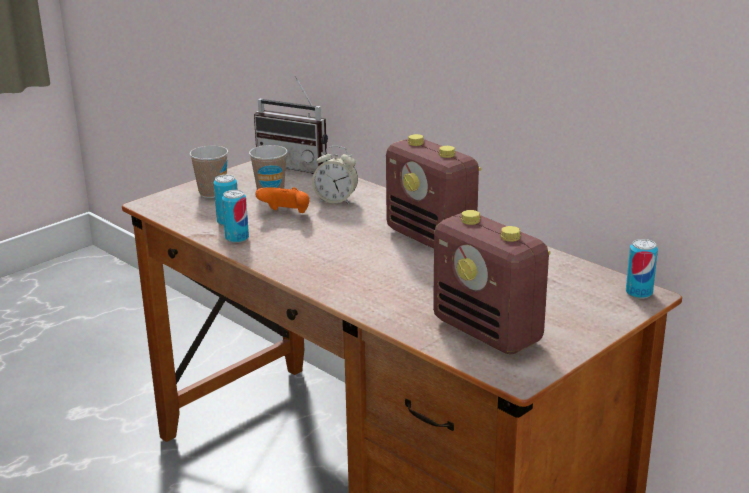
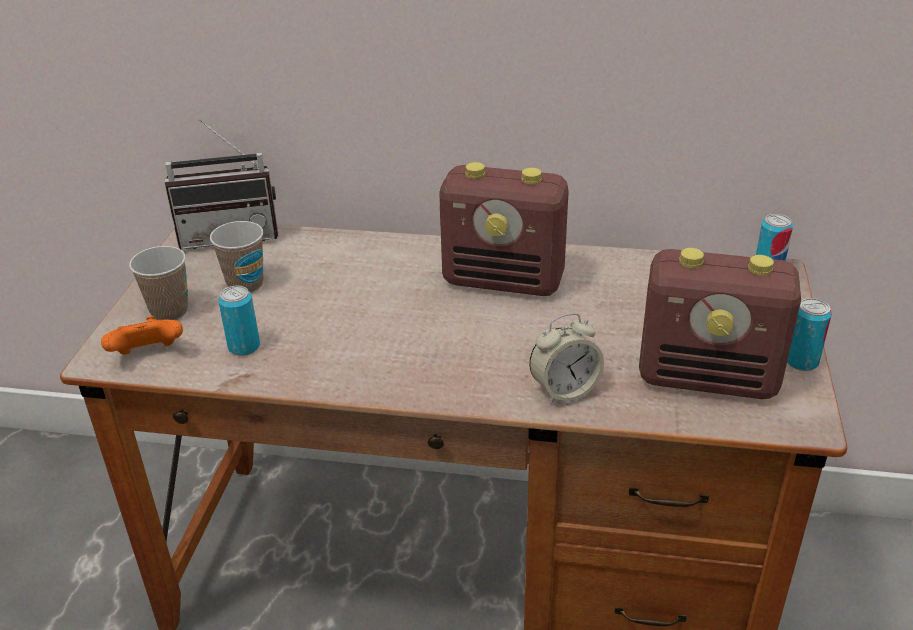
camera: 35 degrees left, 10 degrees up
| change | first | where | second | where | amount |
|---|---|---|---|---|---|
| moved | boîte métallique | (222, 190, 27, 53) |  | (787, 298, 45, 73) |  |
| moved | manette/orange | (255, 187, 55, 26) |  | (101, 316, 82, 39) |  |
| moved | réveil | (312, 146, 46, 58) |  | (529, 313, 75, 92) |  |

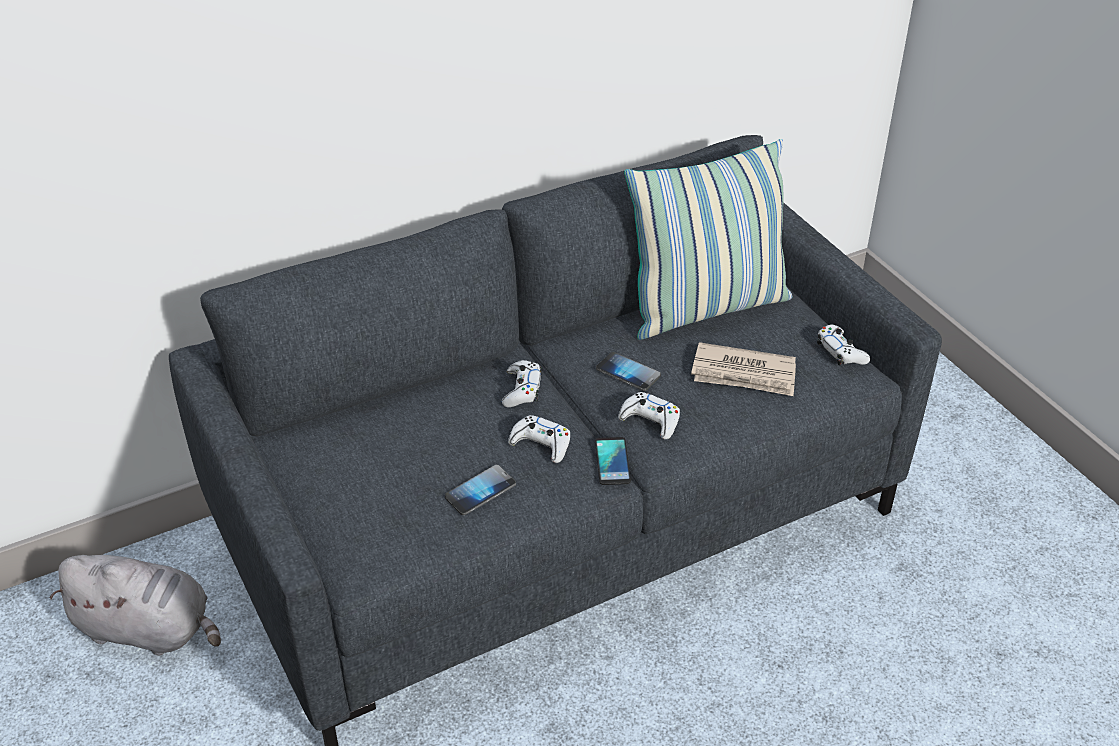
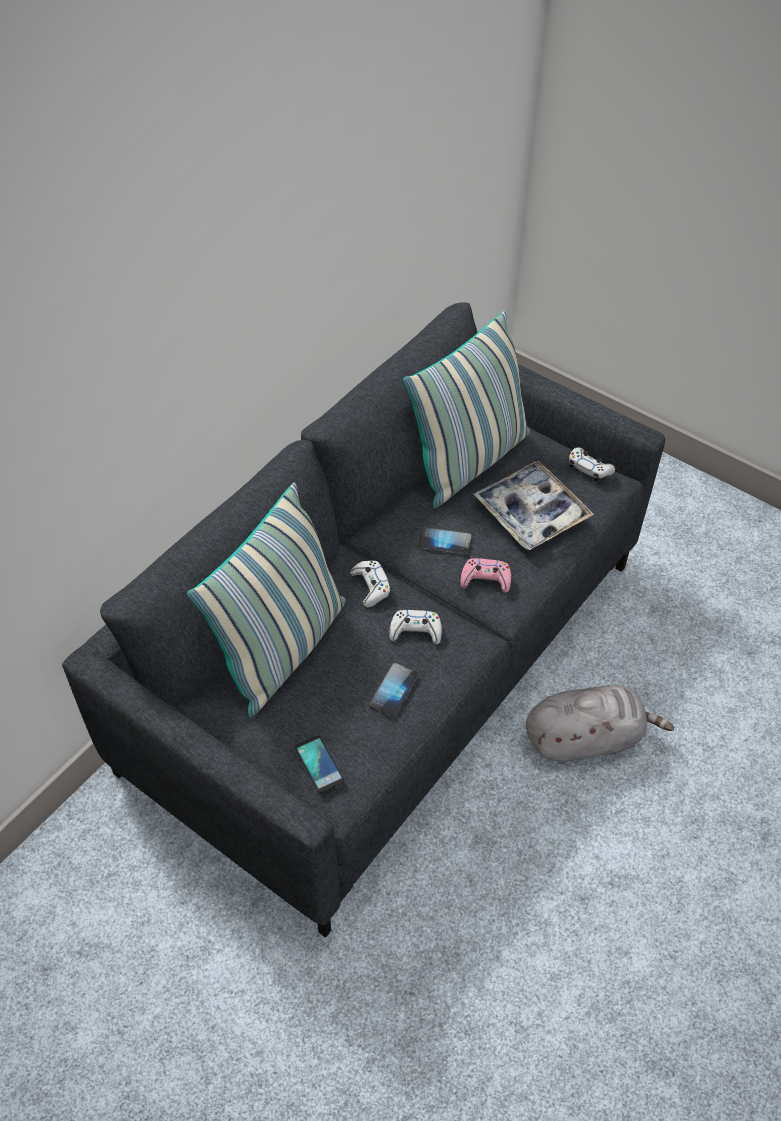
camera: 25 degrees left, 10 degrees up
| change | first | where | second | where | amount |
|---|---|---|---|---|---|
| added |  |  | coussin | (187, 482, 159, 236) |  |
| moved | peluche/gris | (49, 555, 172, 101) |  | (526, 685, 148, 79) |  |
| moved | téléphone | (595, 437, 36, 48) |  | (295, 735, 49, 58) |  |
| replaced | journal | (691, 342, 105, 54) | plateau | (473, 461, 121, 89) |  |
| recoloured | manette/blanc | (618, 392, 62, 48) | manette/rose | (460, 558, 51, 35) |  |

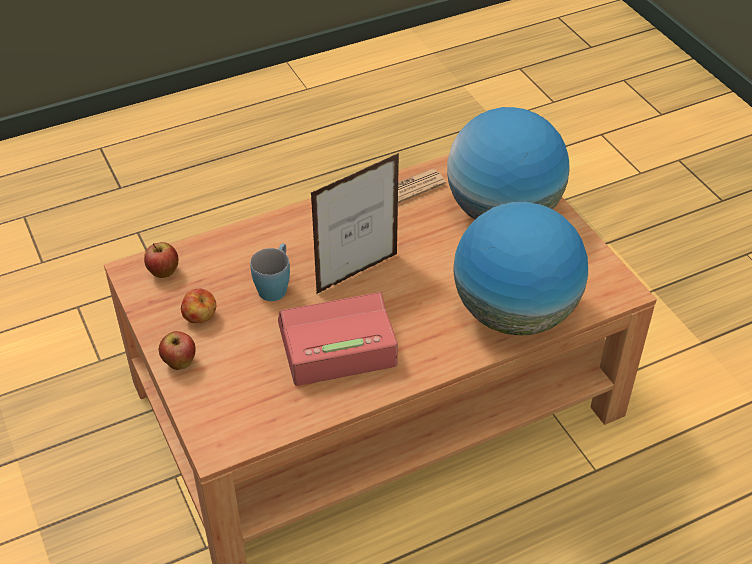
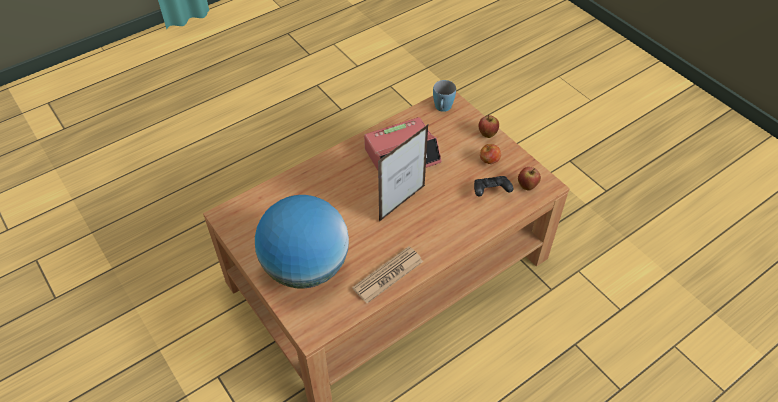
camera: 170 degrees right, 5 degrees up
| change | first | where | second | where | amount |
|---|---|---|---|---|---|
| removed | globe | (453, 202, 135, 133) |  |  |  |
| added |  |  | manette/noir | (474, 176, 39, 21) |  |
| moved | mug/bleu | (250, 244, 40, 57) |  | (433, 80, 23, 32) |  |

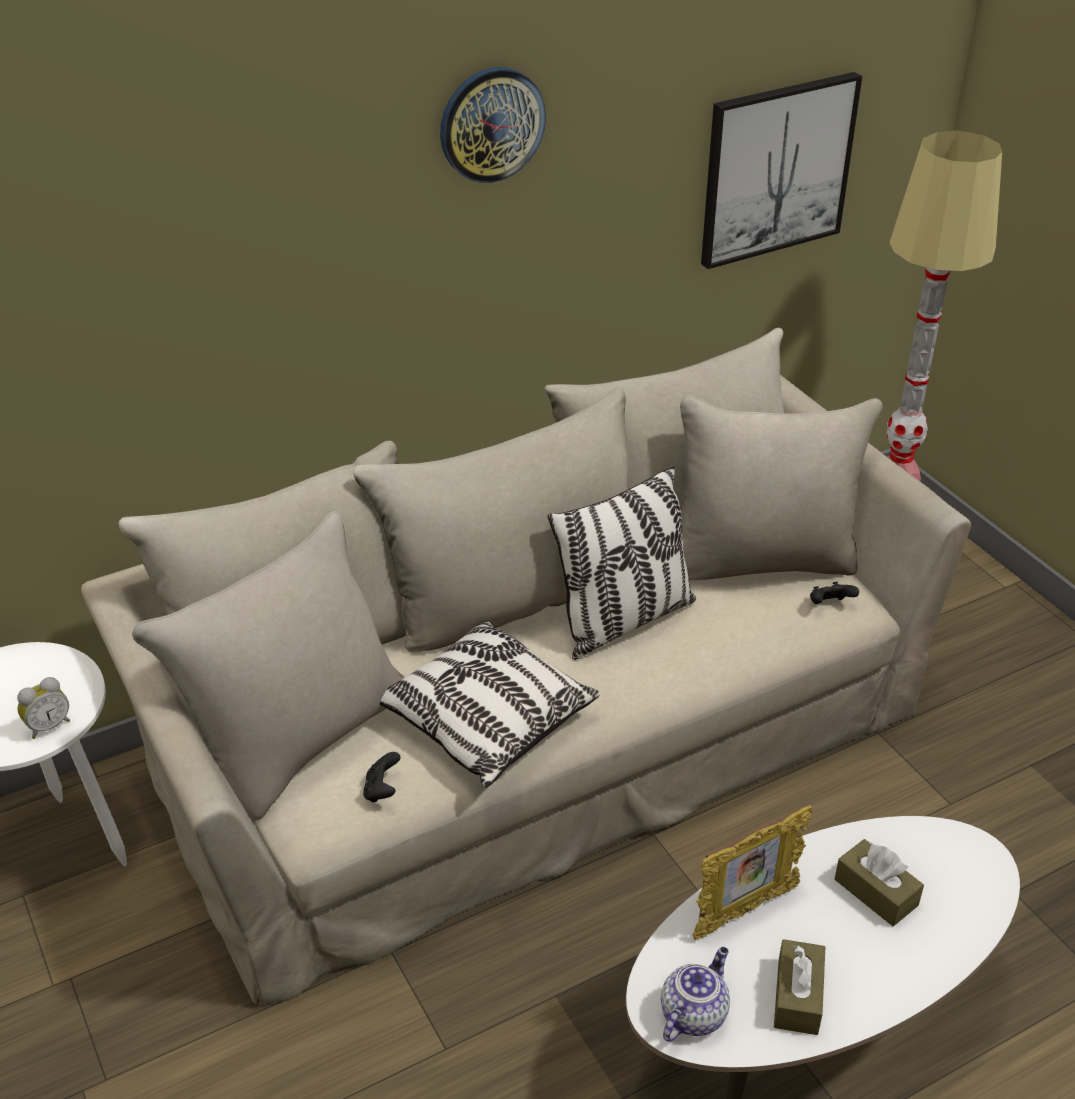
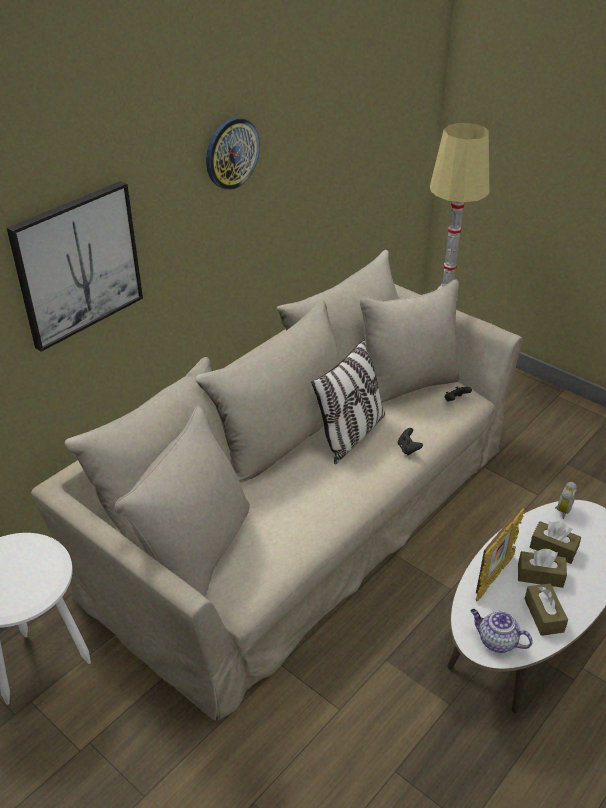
camera: 20 degrees left, 0 degrees up
| change | first | where | second | where | amount |
|---|---|---|---|---|---|
| removed | coussin | (380, 622, 220, 166) |  |  |  |
| added |  |  | boîte à mouchoirs/marron | (518, 549, 49, 39) |  |
| moved | réveil | (17, 677, 53, 62) |  | (555, 482, 22, 37) |  |
| moved | manette/noir | (363, 752, 37, 51) |  | (398, 428, 25, 27) |  |
| moved | tableau | (701, 72, 161, 197) |  | (7, 181, 136, 171) |  |
| turned | théière | (661, 947, 69, 95) |  | (471, 609, 62, 44) | 75 degrees counterclockwise |

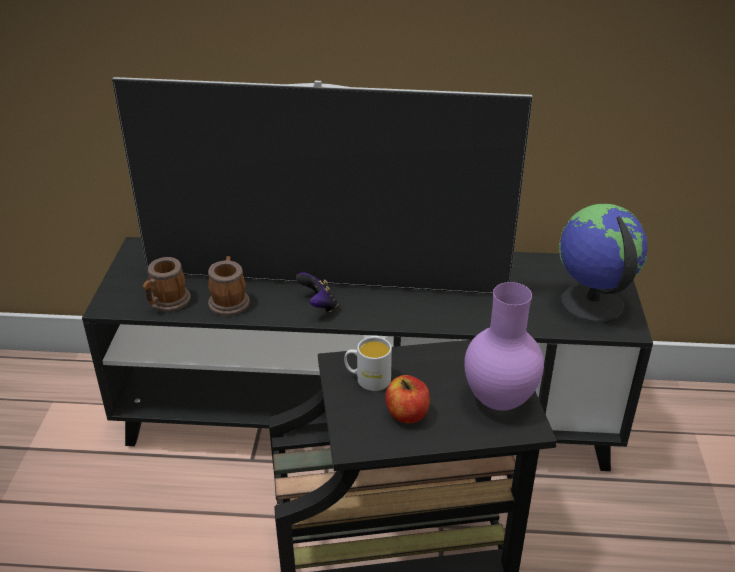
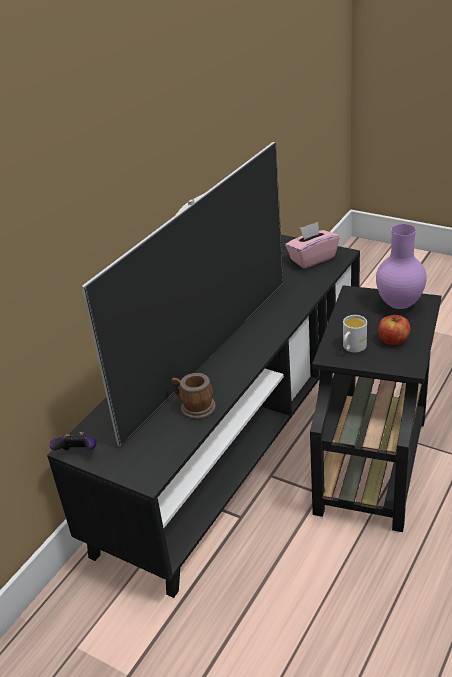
camera: 60 degrees left, 0 degrees up
| change | first | where | second | where | amount |
|---|---|---|---|---|---|
| removed | mug | (143, 257, 48, 55) |  |  |  |
| moved | manette | (296, 272, 42, 40) |  | (50, 432, 47, 18) |  |
| replaced | globe | (559, 204, 88, 121) | boîte à mouchoirs/rose | (285, 222, 55, 47) |  |

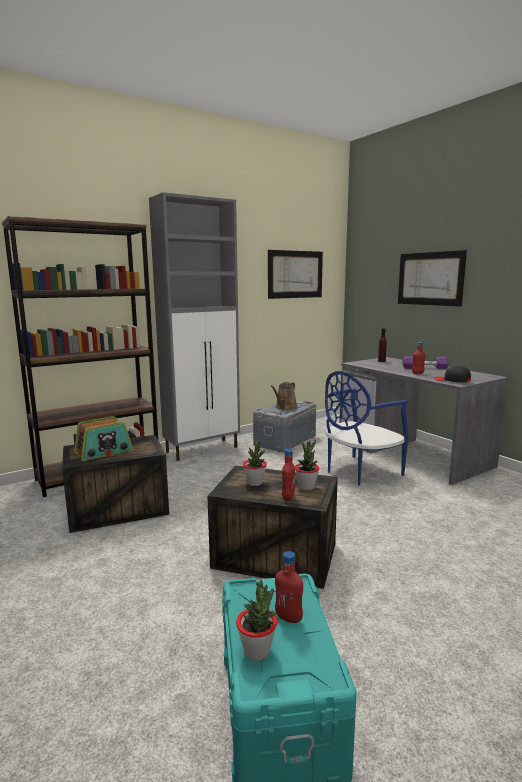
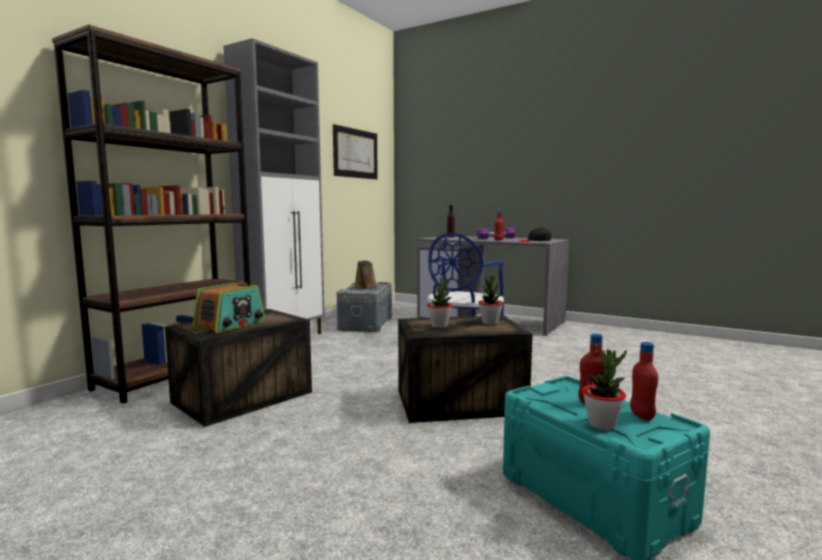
camera: 25 degrees left, 5 degrees down
| change | first | where | second | where | amount |
|---|---|---|---|---|---|
| removed | tableau | (398, 250, 69, 57) |  |  |  |
| moved | bouteille/rouge | (282, 449, 13, 51) |  | (630, 342, 28, 79) |  |

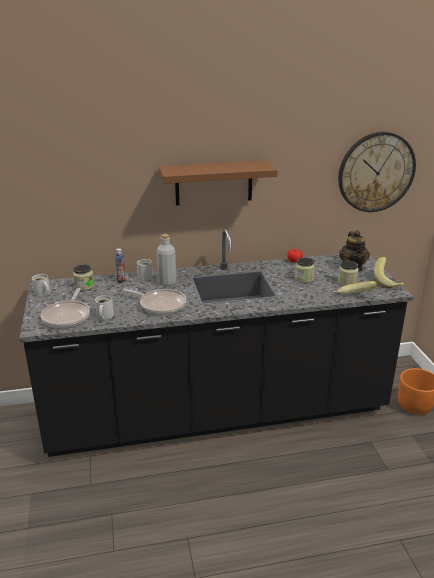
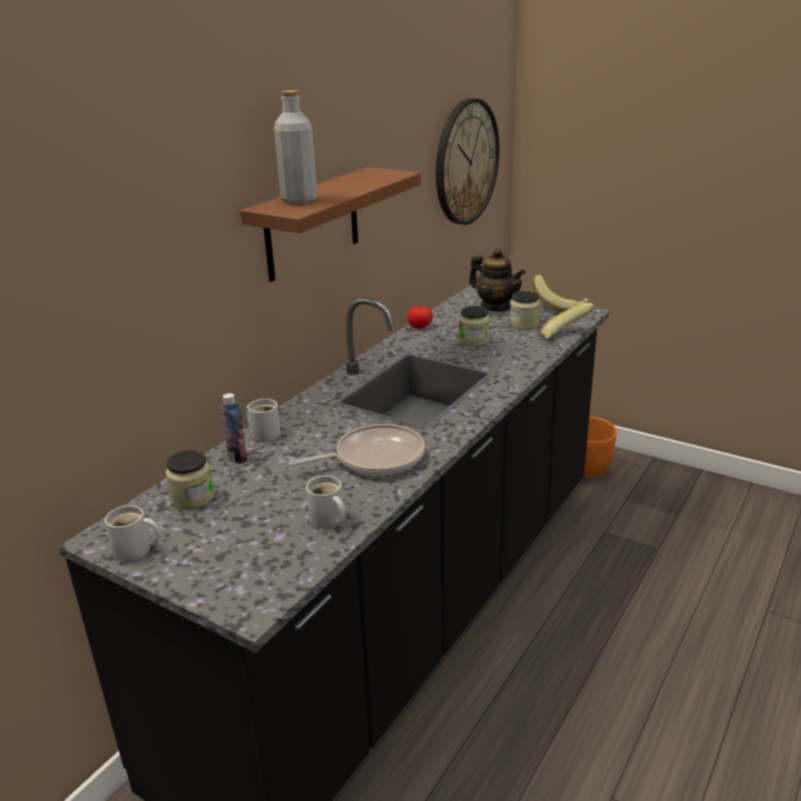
camera: 45 degrees left, 0 degrees up
| change | first | where | second | where | amount |
|---|---|---|---|---|---|
| removed | poêle | (41, 288, 49, 40) |  |  |  |
| moved | bouteille/gris | (156, 234, 20, 52) |  | (274, 90, 43, 114) |  |

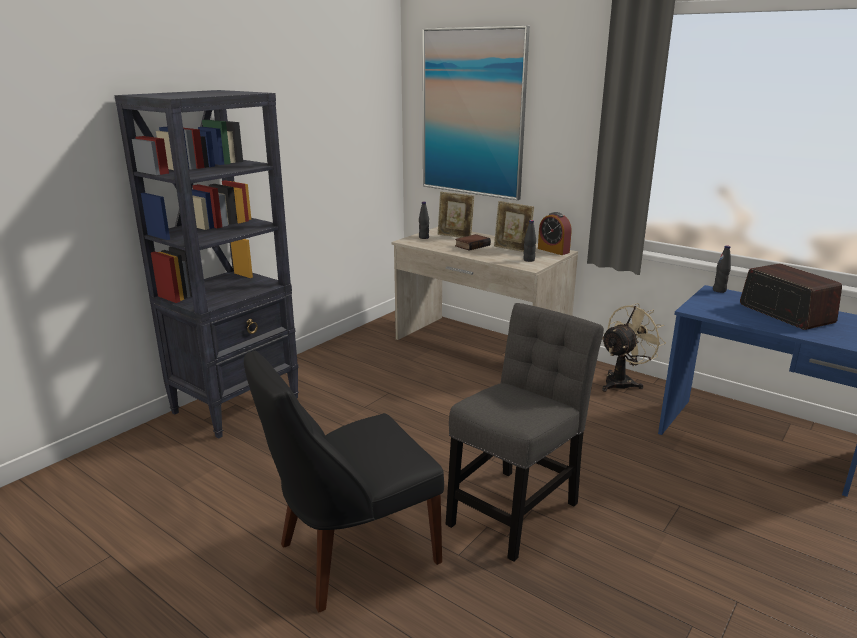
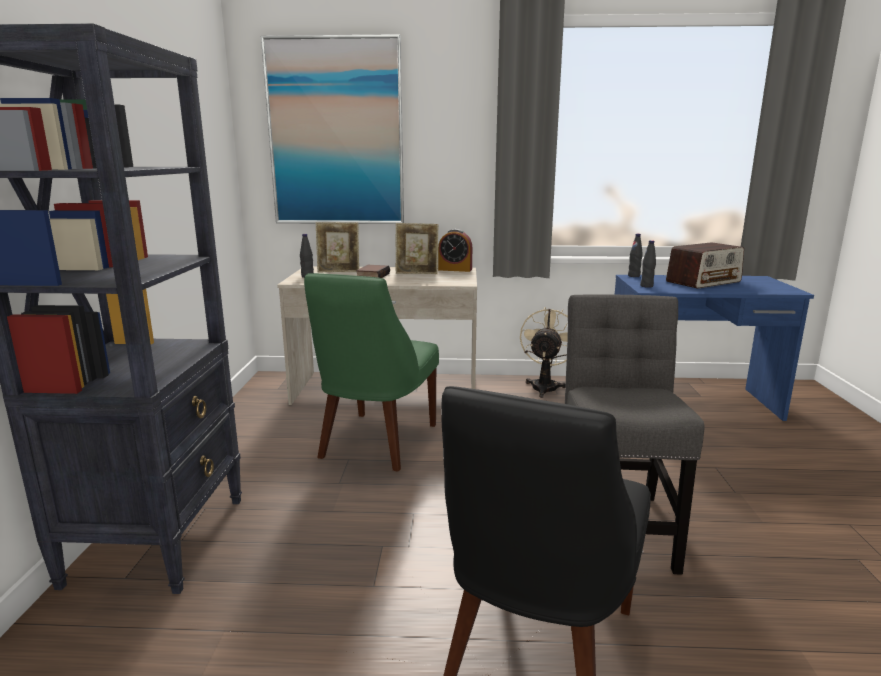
camera: 35 degrees left, 5 degrees down
| change | first | where | second | where | amount |
|---|---|---|---|---|---|
| added |  |  | chaise/vert | (304, 273, 135, 198) |  |
| moved | bouteille/noir | (523, 220, 13, 42) |  | (640, 240, 16, 48) |  |
| turned | radio | (740, 264, 102, 66) |  | (666, 242, 78, 47) | 120 degrees clockwise |

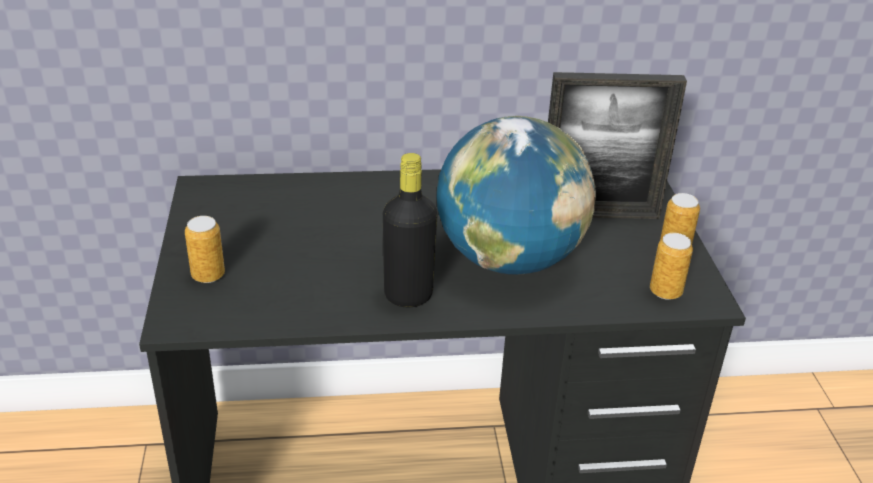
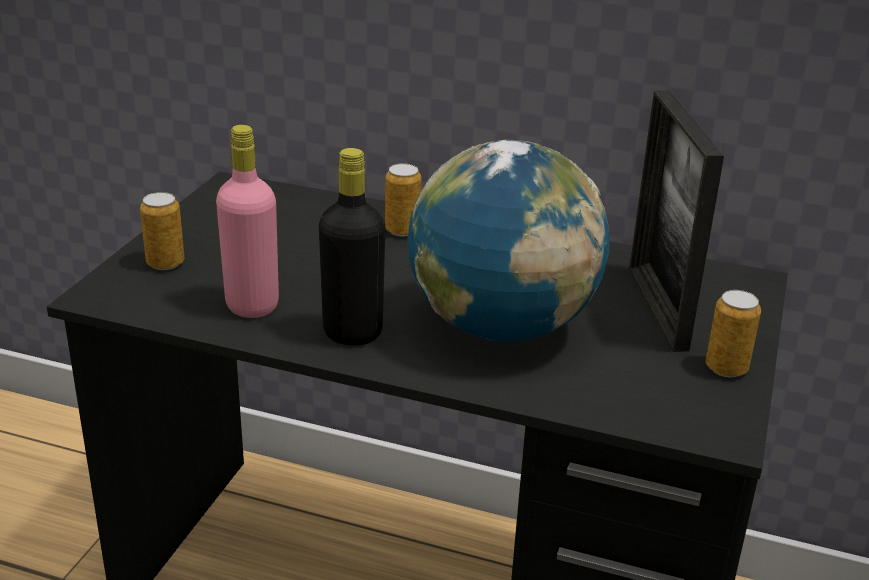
camera: 25 degrees right, 5 degrees down
| change | first | where | second | where | amount |
|---|---|---|---|---|---|
| added |  |  | bouteille/rose | (216, 125, 63, 193) |  |
| moved | boîte métallique | (650, 233, 43, 67) |  | (385, 163, 37, 74) |  |
| turned | cadre photo | (548, 72, 139, 147) |  | (629, 91, 95, 261) | 60 degrees clockwise |

